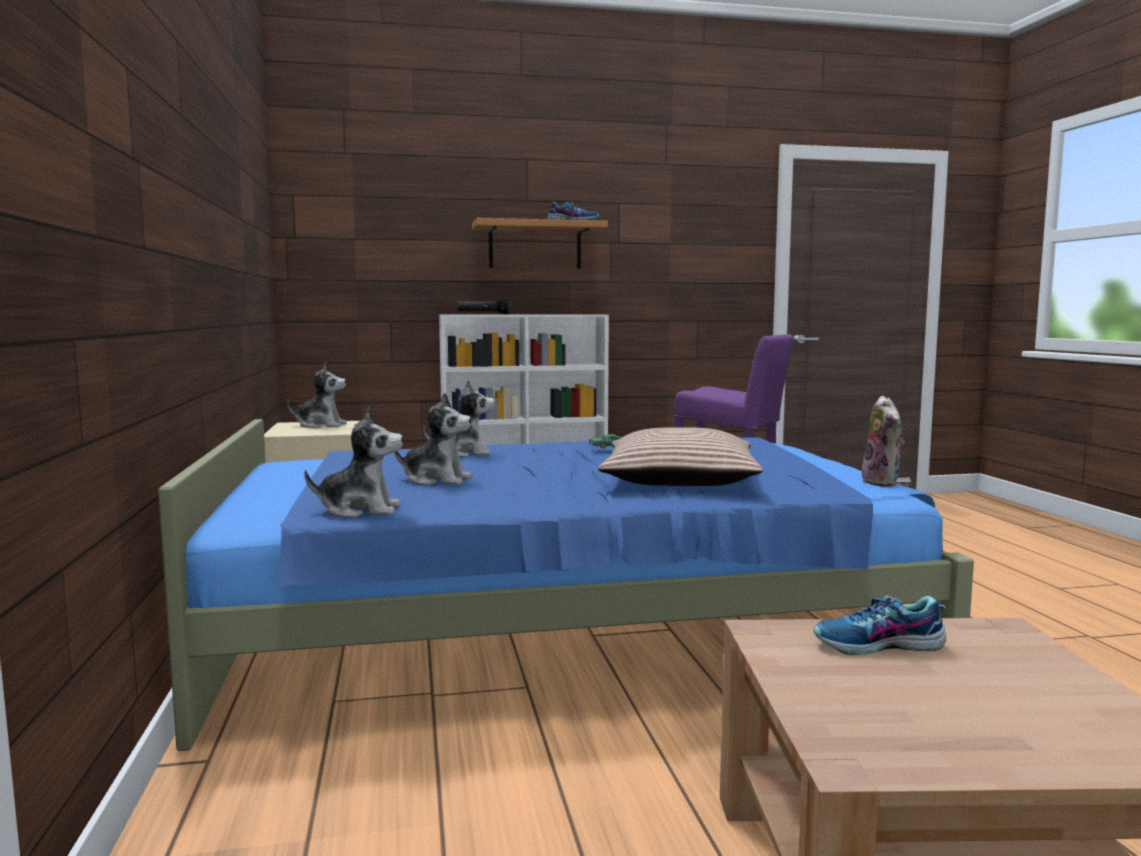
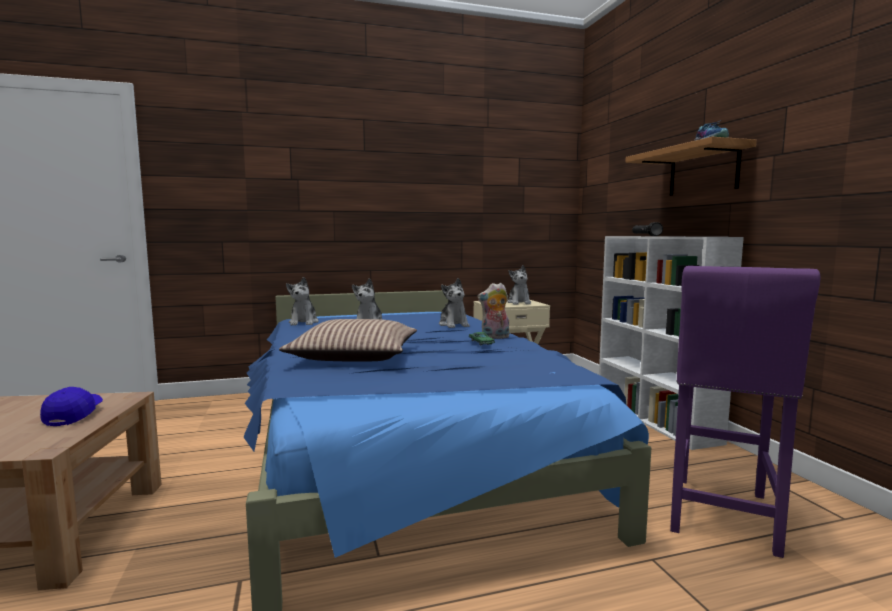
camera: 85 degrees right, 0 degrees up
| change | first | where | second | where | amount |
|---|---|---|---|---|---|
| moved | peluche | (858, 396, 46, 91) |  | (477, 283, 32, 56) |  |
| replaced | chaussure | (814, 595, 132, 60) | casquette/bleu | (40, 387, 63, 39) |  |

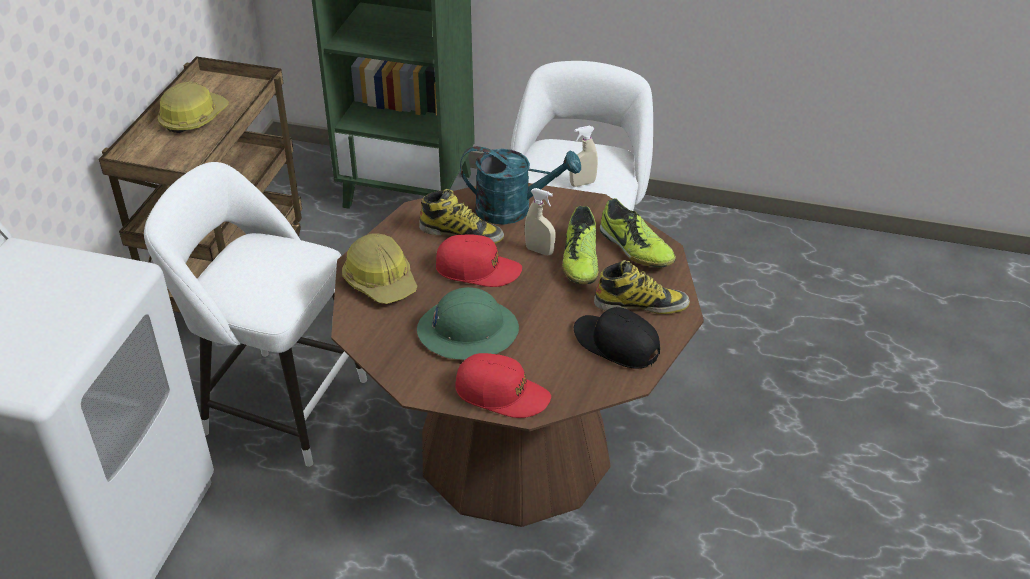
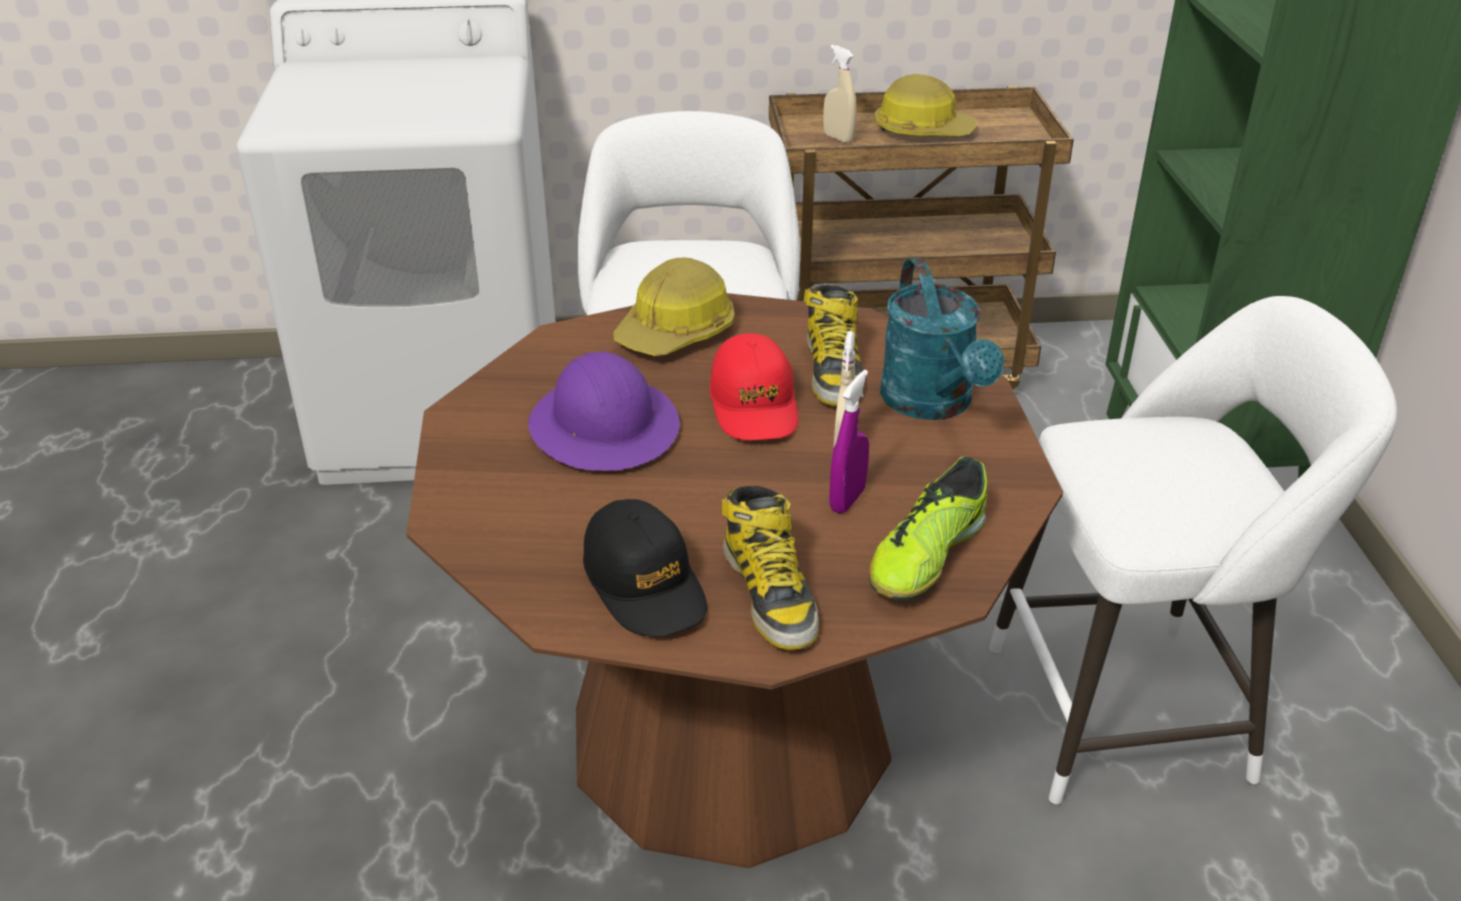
camera: 70 degrees right, 5 degrees down
| change | first | where | second | where | amount |
|---|---|---|---|---|---|
| removed | casquette/rouge | (455, 353, 96, 65) |  |  |  |
| moved | vaporisateur/beige | (569, 126, 29, 61) |  | (824, 45, 33, 98) |  |
| replaced | chaussure | (562, 206, 37, 78) | vaporisateur/violet | (829, 370, 40, 143) |  |
| recoloured | casque de chantier/vert | (417, 287, 102, 73) | casque de chantier/violet | (528, 351, 152, 120) |  |
| turned | casquette/noir | (574, 307, 86, 61) |  | (583, 499, 124, 138) | 135 degrees clockwise |

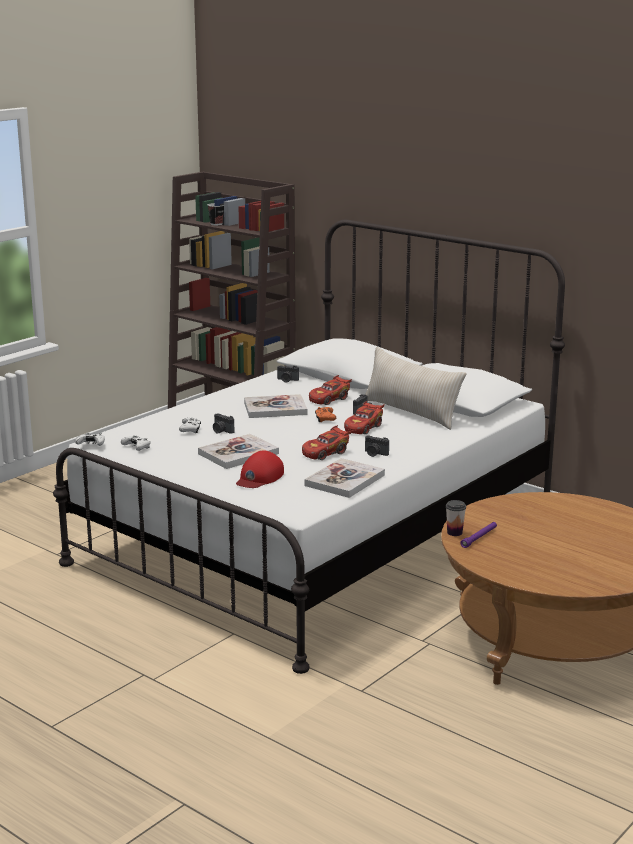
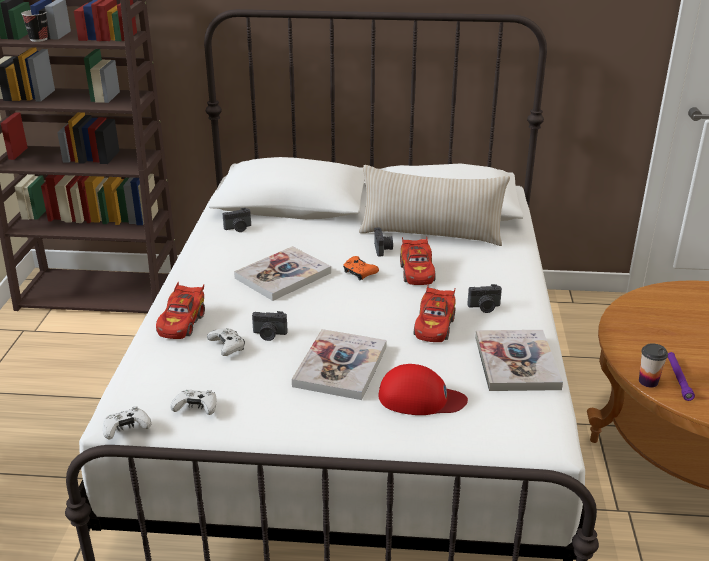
camera: 35 degrees left, 10 degrees up
| change | first | where | second | where | amount |
|---|---|---|---|---|---|
| moved | petite voiture/rouge | (309, 375, 43, 30) |  | (156, 282, 49, 57) |  |
| turned | casquette/rouge | (236, 451, 48, 37) |  | (379, 364, 89, 51) | 75 degrees counterclockwise |

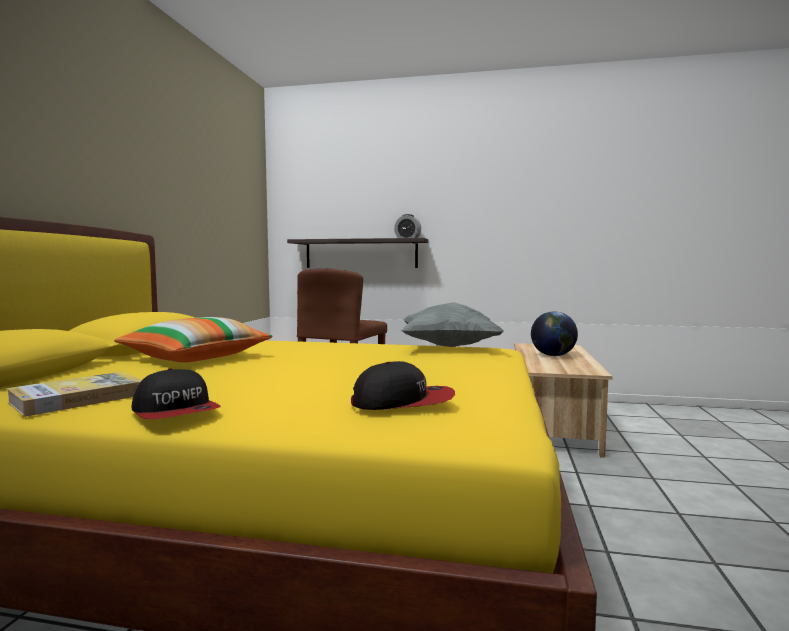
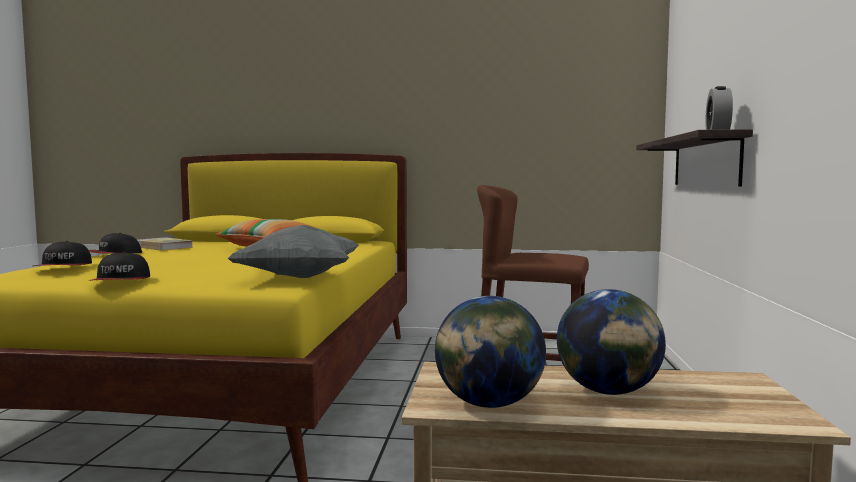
camera: 85 degrees right, 0 degrees up
| change | first | where | second | where | amount |
|---|---|---|---|---|---|
| added |  |  | casquette | (89, 252, 61, 29) |  |
| added |  |  | globe | (435, 296, 111, 112) |  |

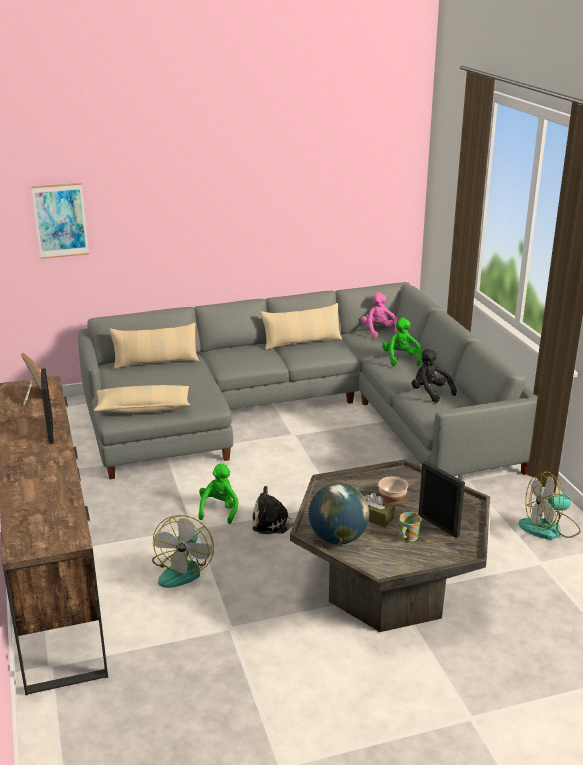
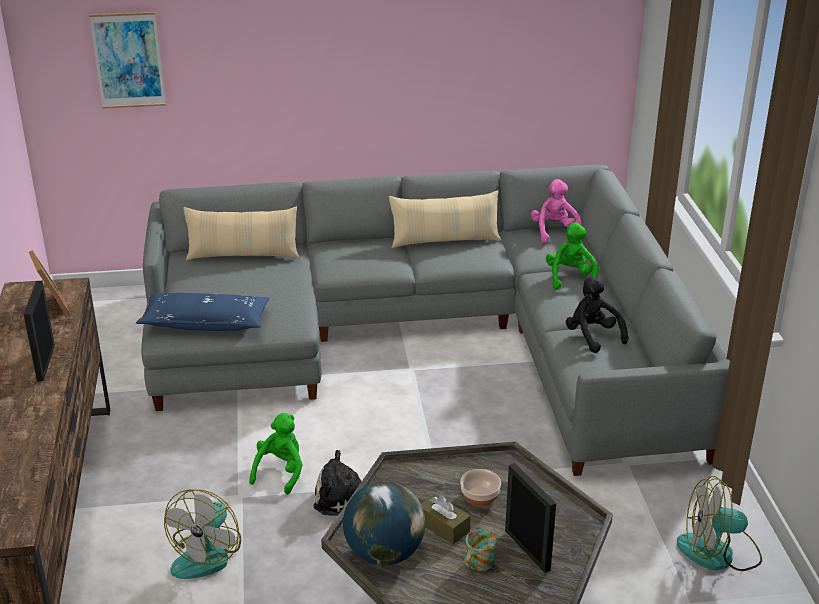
camera: 10 degrees right, 5 degrees up
| change | first | where | second | where | amount |
|---|---|---|---|---|---|
| recoloured | coussin/beige | (93, 385, 97, 29) | coussin/bleu | (136, 293, 133, 38) |  |

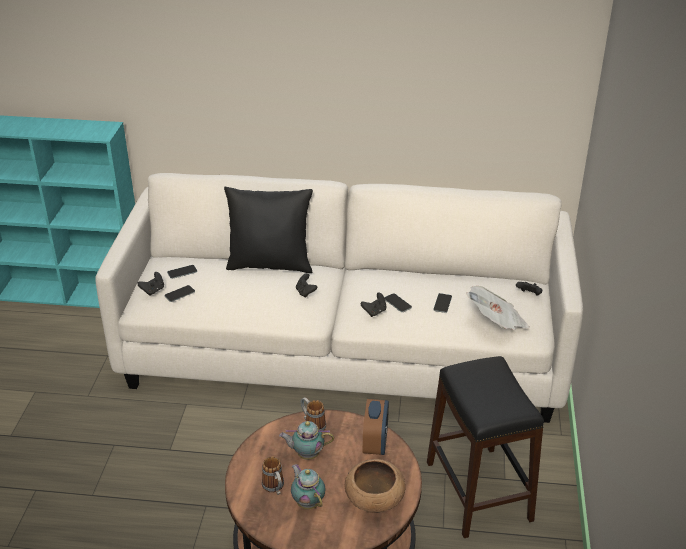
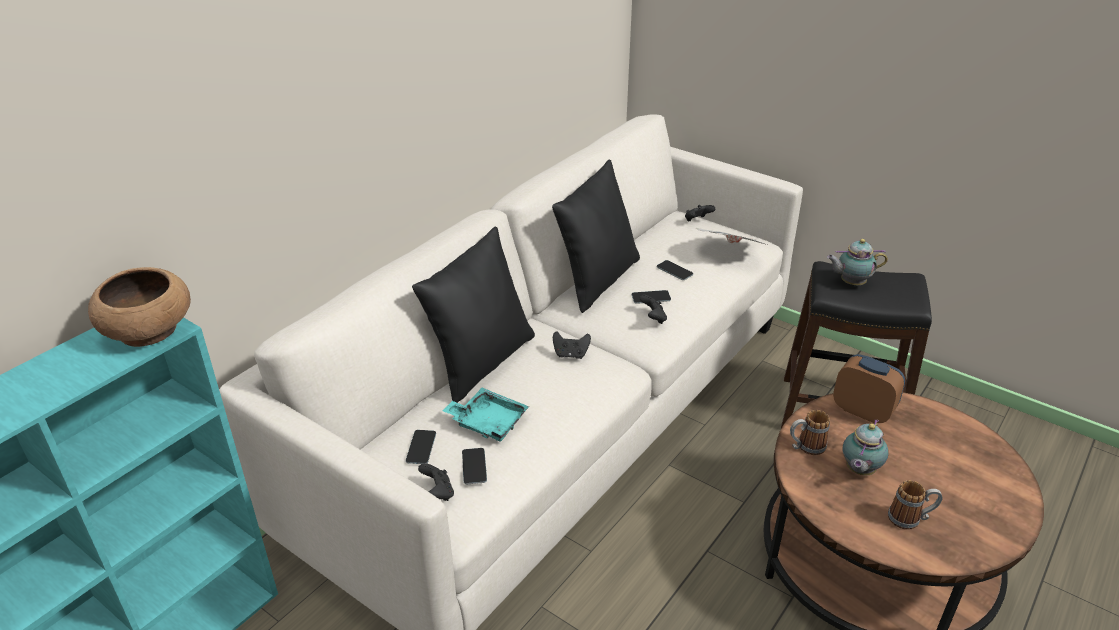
camera: 60 degrees left, 0 degrees up
| change | first | where | second | where | amount |
|---|---|---|---|---|---|
| added |  |  | plateau/turquoise | (442, 388, 87, 54) |  |
| added |  |  | coussin/noir | (552, 160, 88, 153) |  |
| moved | théière | (291, 464, 34, 45) |  | (827, 239, 61, 46) |  |
| moved | bol/marron | (345, 459, 61, 54) |  | (88, 267, 103, 80) |  |

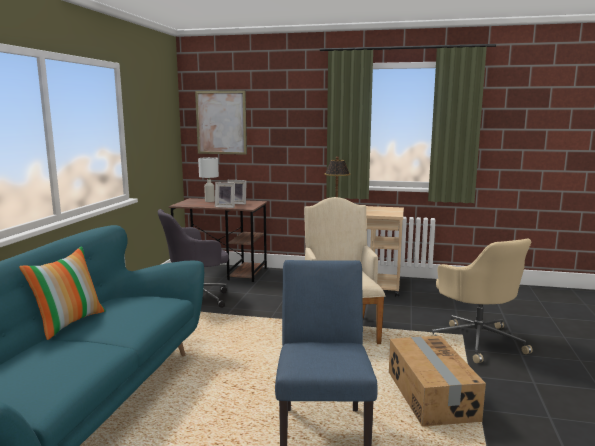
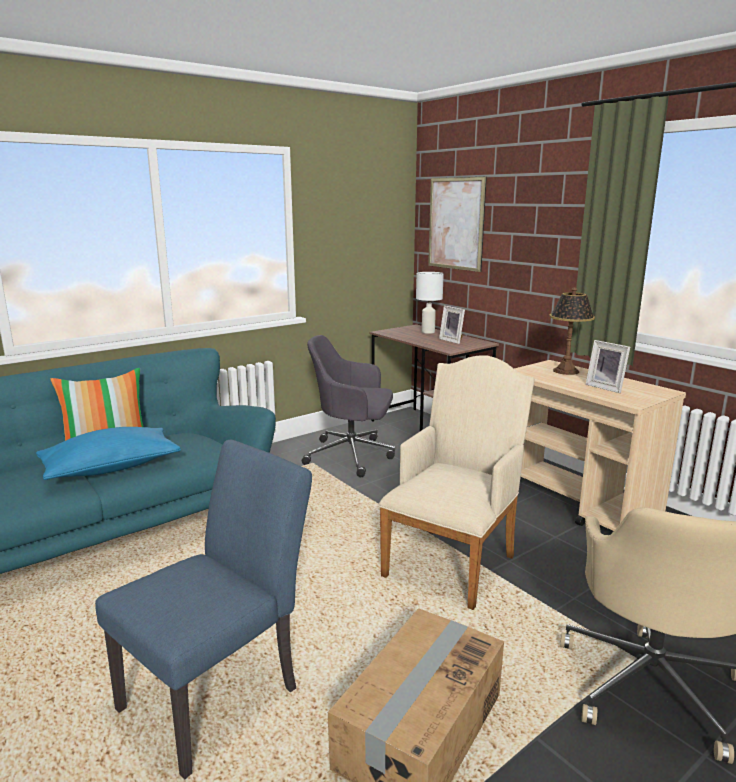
camera: 40 degrees right, 5 degrees up
| change | first | where | second | where | amount |
|---|---|---|---|---|---|
| added |  |  | coussin/bleu | (36, 427, 145, 53) |  |
| moved | cadre photo | (215, 182, 20, 26) |  | (586, 340, 44, 53) |  |

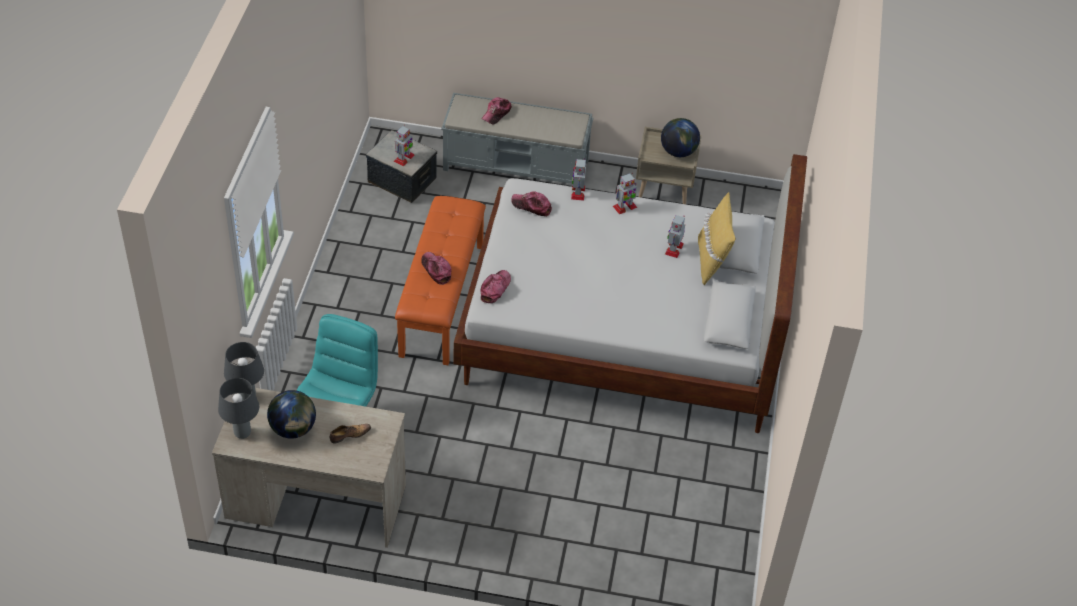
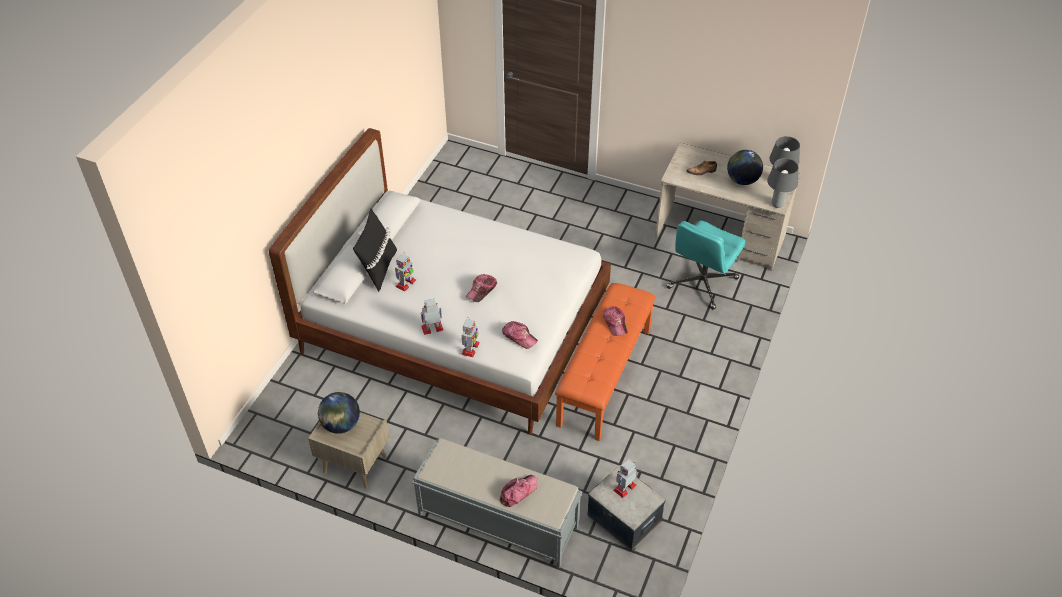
camera: 165 degrees left, 0 degrees up
| change | first | where | second | where | amount |
|---|---|---|---|---|---|
| moved | casquette | (480, 270, 31, 33) |  | (466, 274, 31, 28) |  |
| recoloured | coussin/jaune | (698, 192, 38, 93) | coussin/noir | (353, 209, 44, 83) |  |

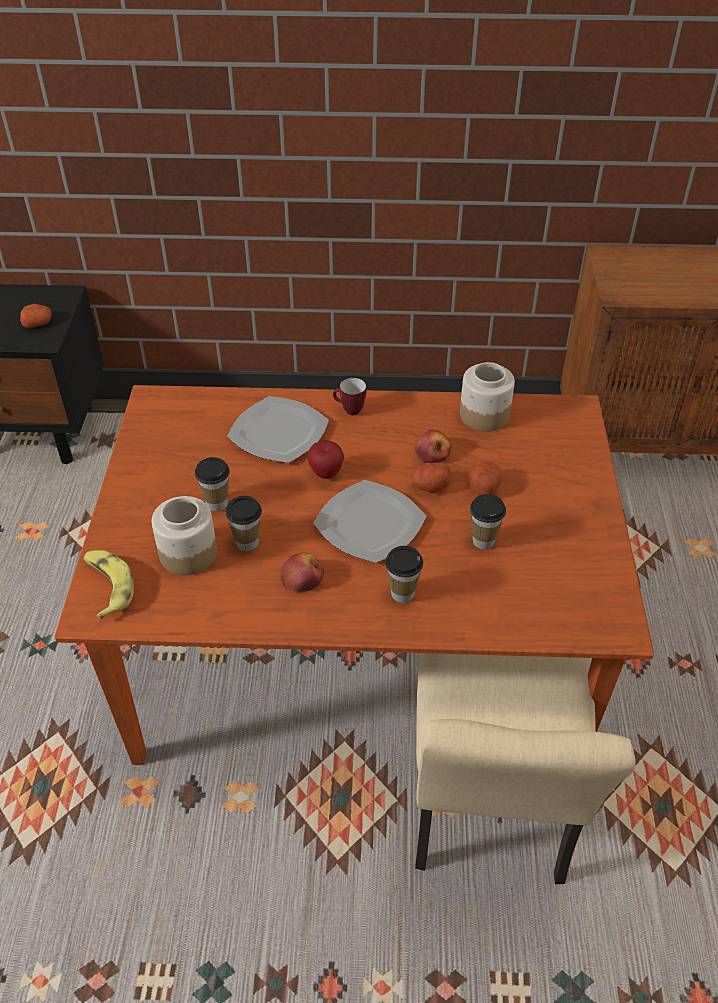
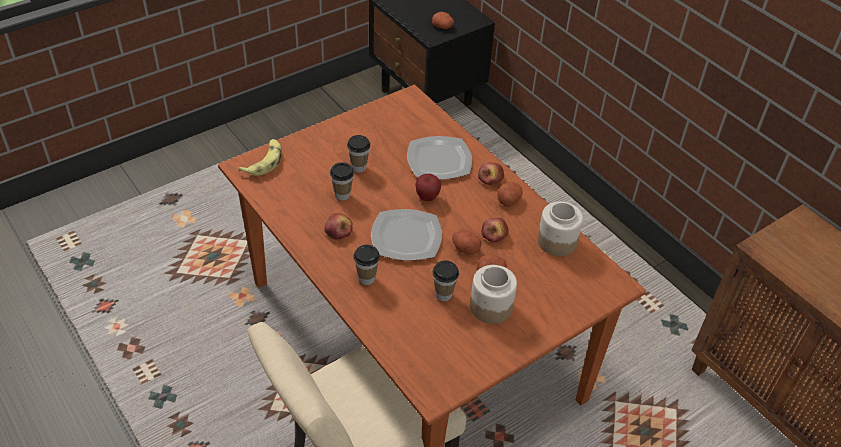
camera: 50 degrees right, 0 degrees up
| change | first | where | second | where | amount |
|---|---|---|---|---|---|
| added |  |  | pomme de terre | (498, 182, 25, 25) |  |
| moved | bocal | (152, 496, 65, 79) |  | (470, 265, 47, 59) |  |
| replaced | mug | (333, 378, 33, 37) | pomme | (478, 162, 26, 23) |  |

